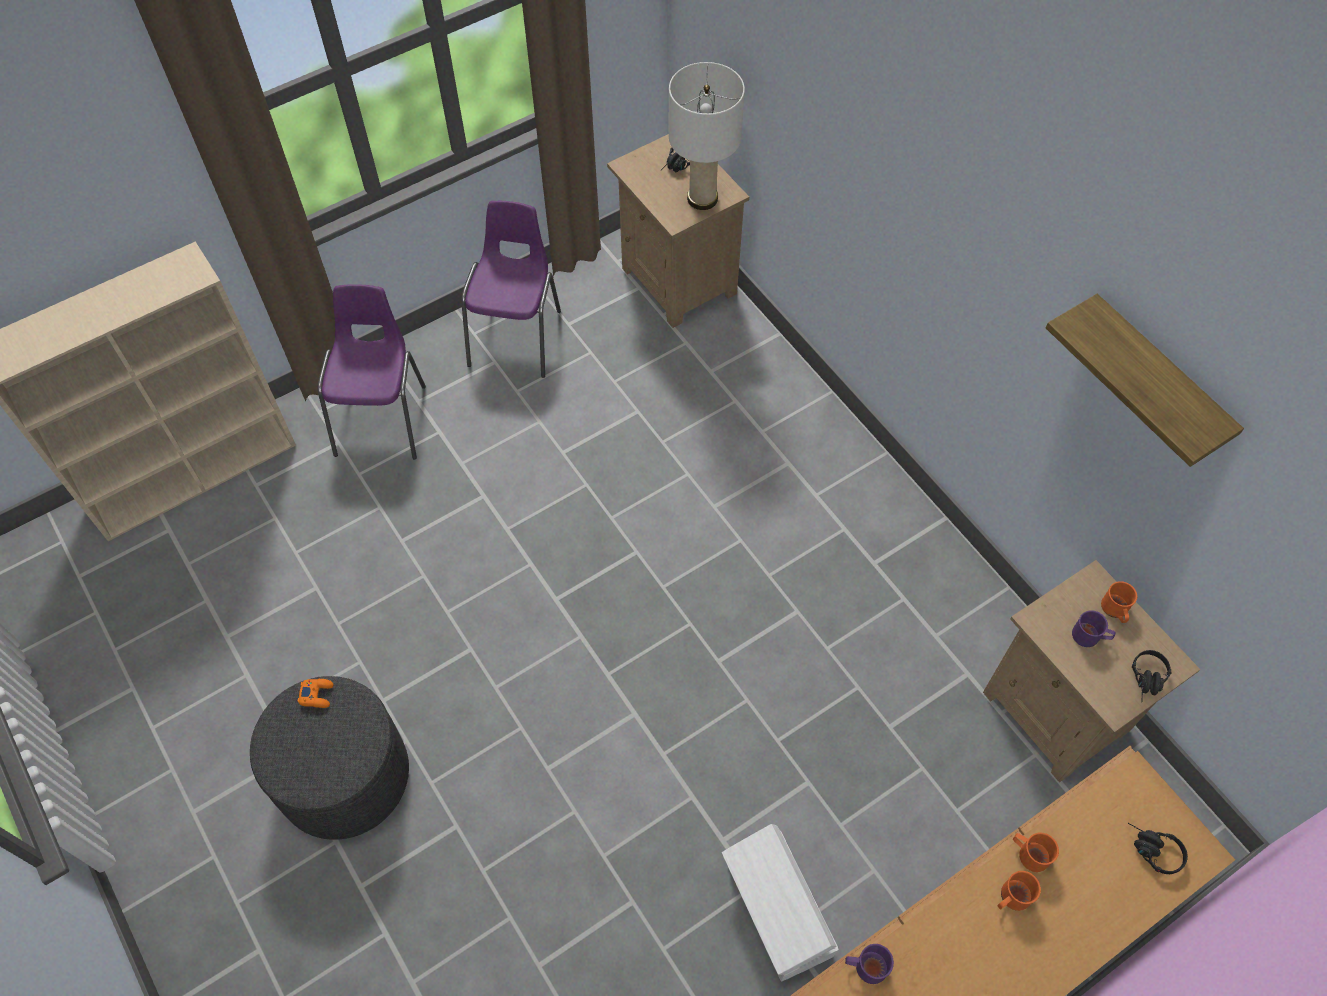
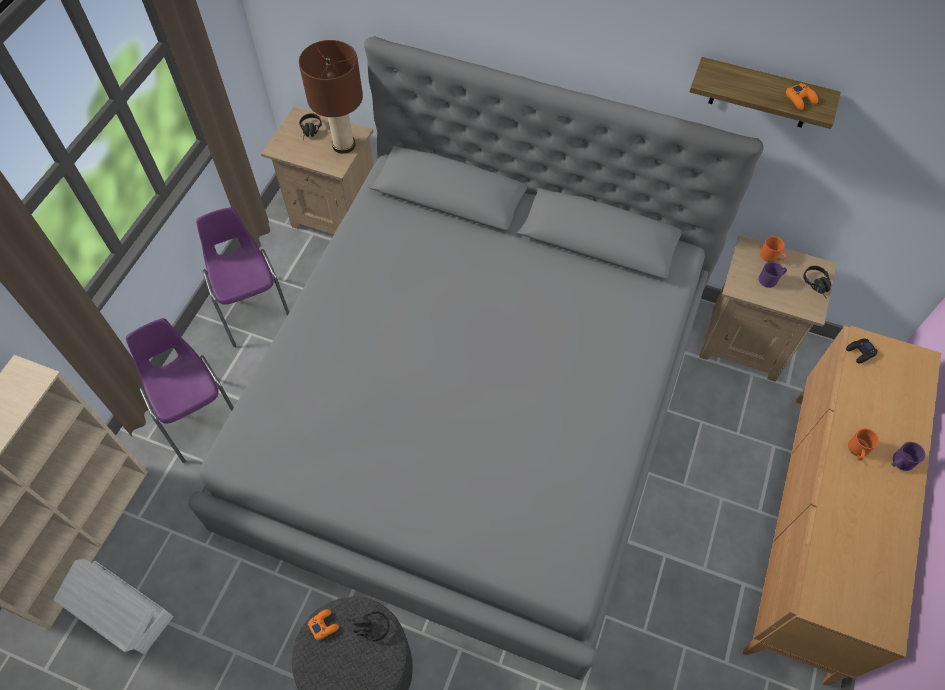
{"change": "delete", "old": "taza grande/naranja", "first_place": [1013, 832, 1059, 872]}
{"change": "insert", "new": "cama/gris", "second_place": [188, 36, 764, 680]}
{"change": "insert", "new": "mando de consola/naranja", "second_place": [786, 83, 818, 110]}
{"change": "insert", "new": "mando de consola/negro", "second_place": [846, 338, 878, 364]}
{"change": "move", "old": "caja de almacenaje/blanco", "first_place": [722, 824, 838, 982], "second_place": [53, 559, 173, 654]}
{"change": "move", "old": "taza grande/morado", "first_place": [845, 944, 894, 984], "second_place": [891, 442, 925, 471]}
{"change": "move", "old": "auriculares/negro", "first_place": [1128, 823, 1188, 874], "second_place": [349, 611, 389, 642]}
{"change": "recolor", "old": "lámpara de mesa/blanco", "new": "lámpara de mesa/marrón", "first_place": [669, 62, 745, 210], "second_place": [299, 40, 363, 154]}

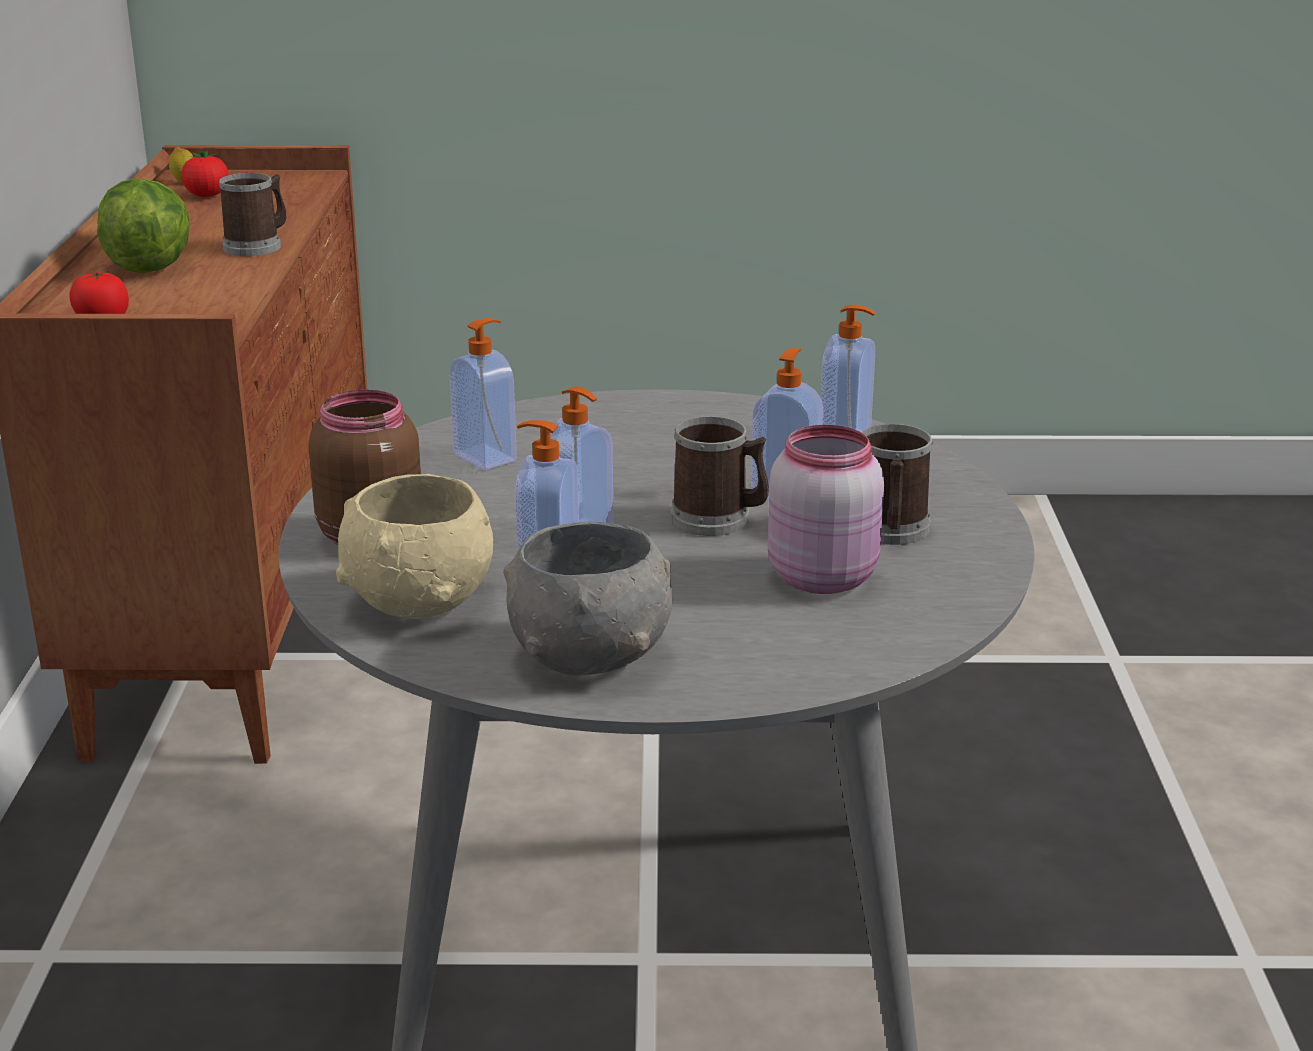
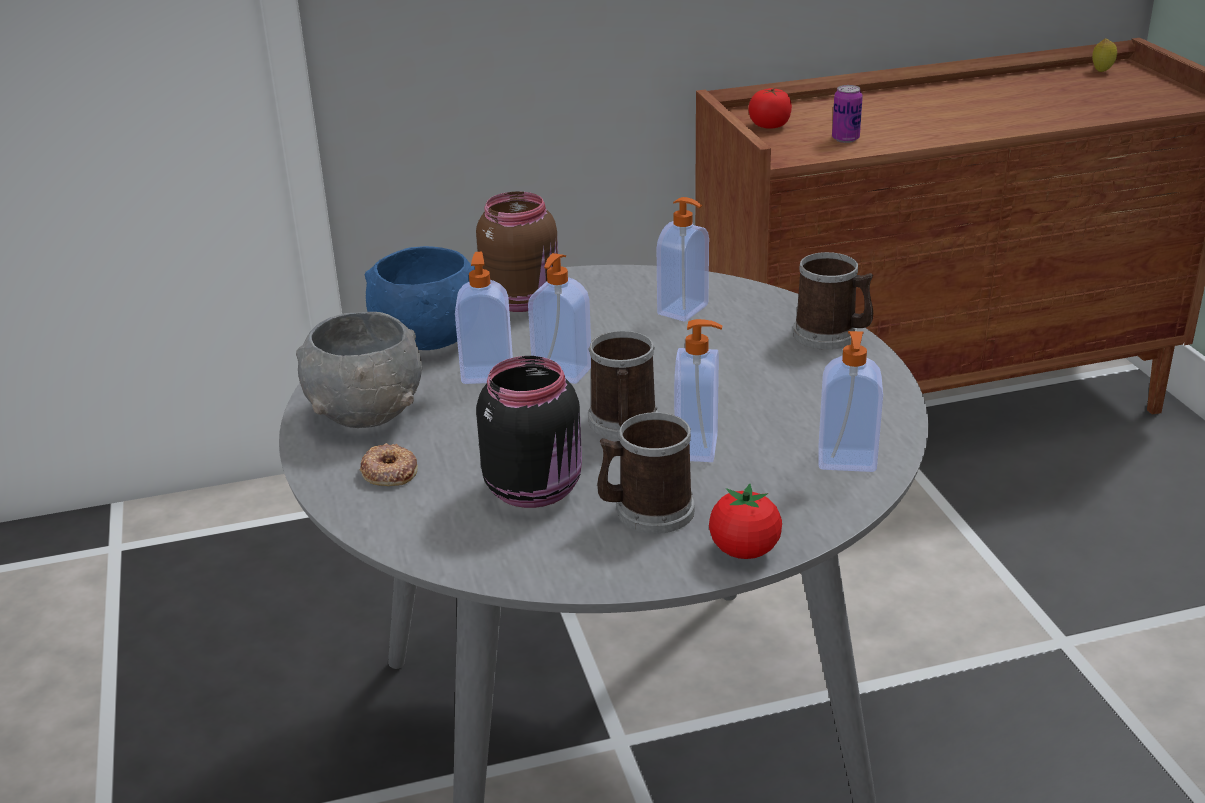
{"change": "delete", "old": "lechuga", "first_place": [97, 178, 190, 273]}
{"change": "insert", "new": "rosquilla", "second_place": [360, 443, 418, 486]}
{"change": "insert", "new": "lata", "second_place": [832, 85, 863, 143]}
{"change": "move", "old": "tomate", "first_place": [181, 151, 229, 197], "second_place": [709, 484, 782, 559]}
{"change": "move", "old": "taza grande", "first_place": [219, 173, 287, 256], "second_place": [793, 252, 873, 350]}
{"change": "recolor", "old": "cuenco/beis", "new": "cuenco/azul", "first_place": [336, 474, 493, 619], "second_place": [365, 246, 475, 350]}
{"change": "recolor", "old": "tarro/rosa", "new": "tarro/negro", "first_place": [768, 425, 884, 594], "second_place": [476, 356, 582, 508]}

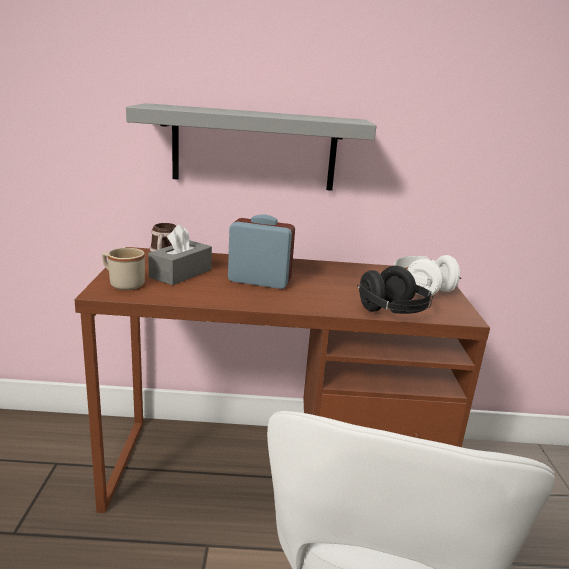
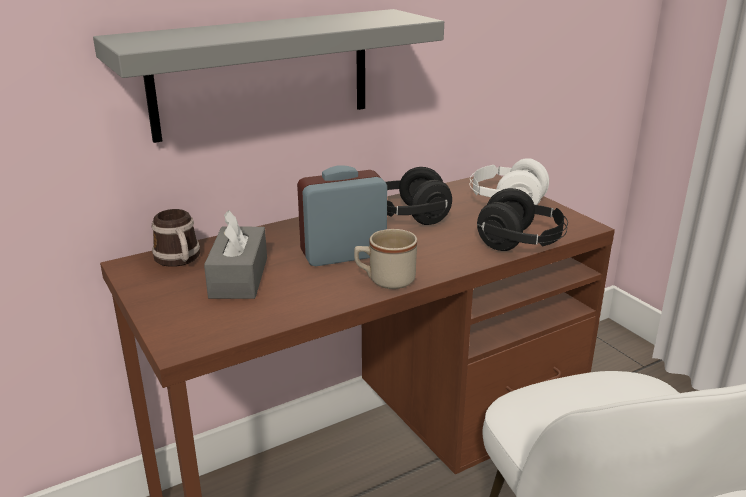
{"change": "insert", "new": "auriculares/negro", "second_place": [386, 167, 452, 225]}
{"change": "move", "old": "taza grande/beis", "first_place": [102, 248, 145, 290], "second_place": [354, 229, 417, 289]}

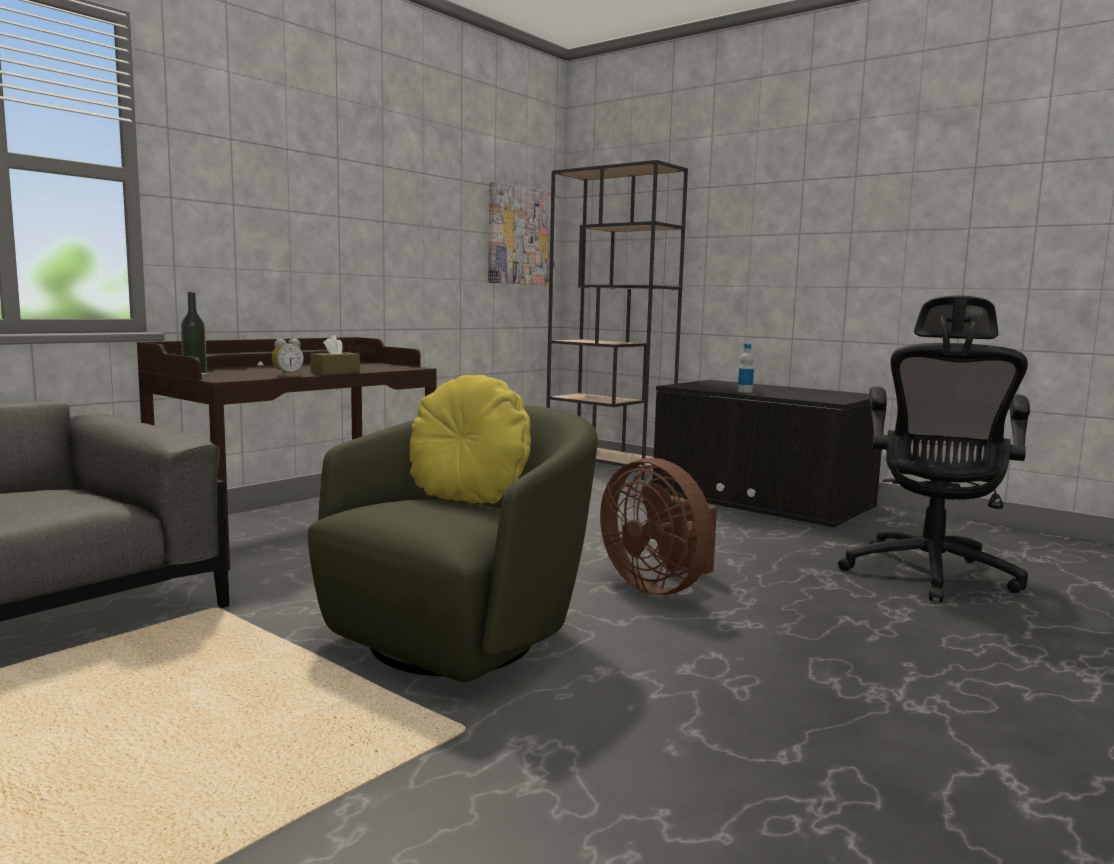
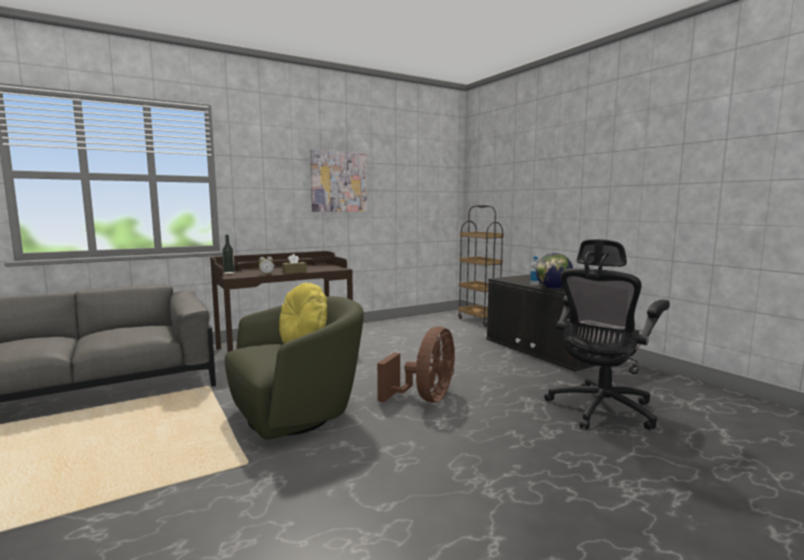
{"change": "insert", "new": "globo terráqueo", "second_place": [536, 253, 573, 289]}
{"change": "move", "old": "cuadro", "first_place": [488, 181, 556, 286], "second_place": [310, 149, 367, 212]}
{"change": "replace", "old": "estantería", "new": "carrito/marrón", "first_place": [546, 160, 688, 480], "second_place": [458, 205, 504, 327]}
{"change": "rotate", "old": "ventilador/marrón", "first_place": [600, 458, 717, 595], "second_place": [377, 327, 455, 402], "degrees": -135}

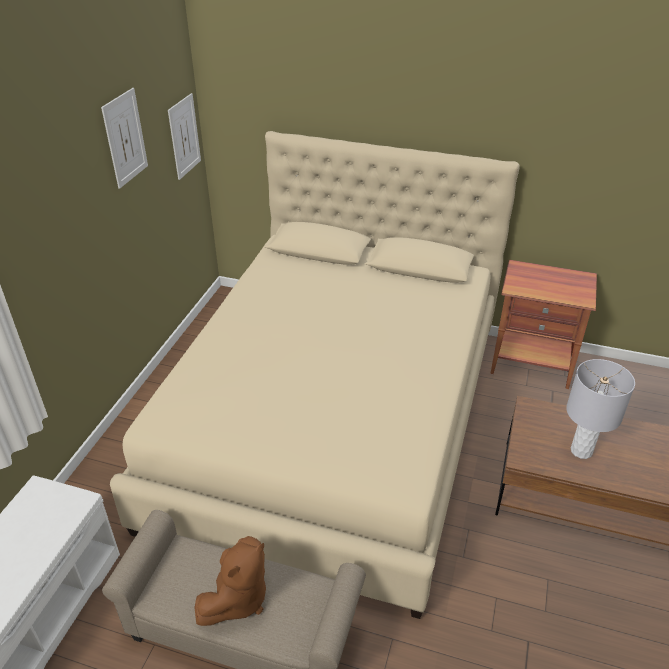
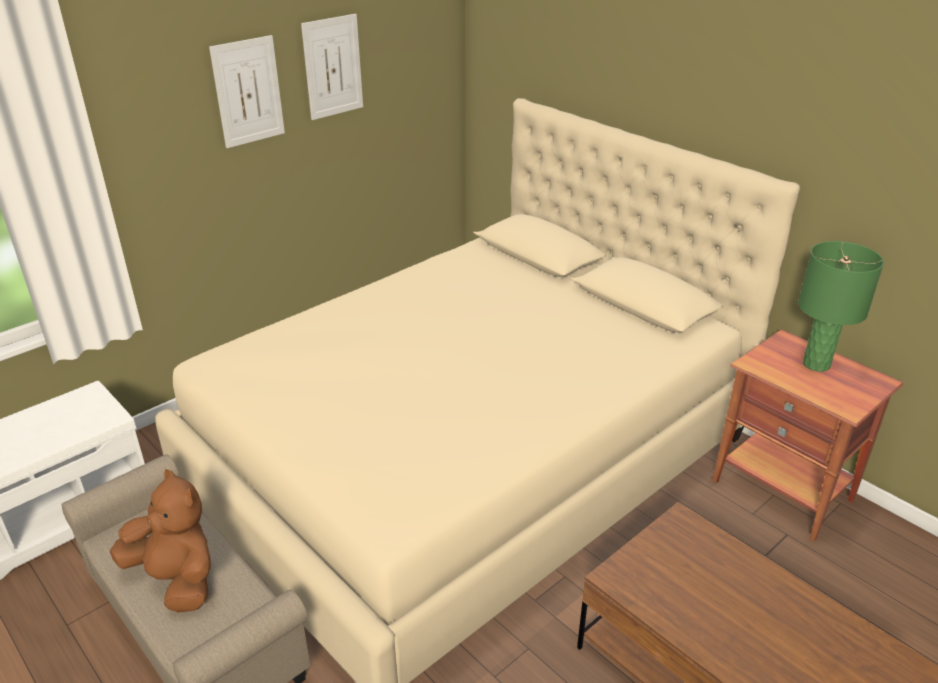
{"change": "delete", "old": "lámpara de mesa/gris", "first_place": [566, 359, 635, 459]}
{"change": "insert", "new": "lámpara de mesa/verde", "second_place": [798, 241, 884, 372]}
{"change": "move", "old": "cuadro", "first_place": [168, 93, 201, 180], "second_place": [209, 35, 285, 148]}
{"change": "rotate", "old": "peluche/marrón", "first_place": [194, 536, 266, 626], "second_place": [110, 469, 211, 613], "degrees": -120}

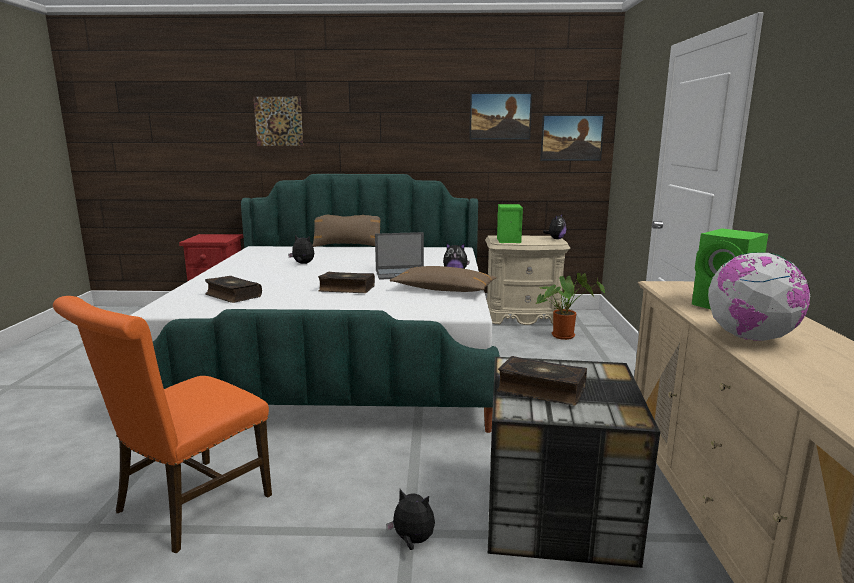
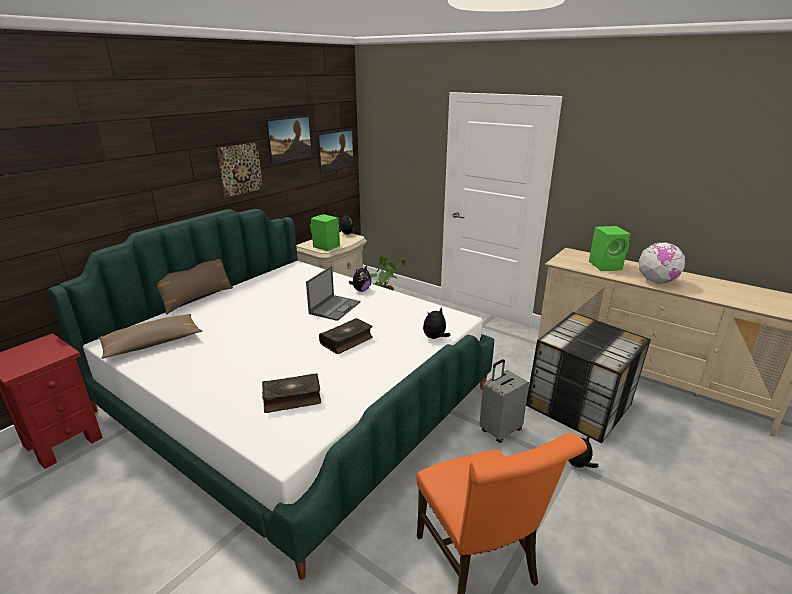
{"change": "delete", "old": "libro", "first_place": [497, 356, 587, 405]}
{"change": "insert", "new": "maleta/gris", "second_place": [479, 359, 529, 443]}
{"change": "move", "old": "cuadro", "first_place": [253, 97, 303, 146], "second_place": [217, 142, 263, 197]}
{"change": "move", "old": "peluche", "first_place": [288, 235, 314, 264], "second_place": [423, 307, 451, 339]}
{"change": "move", "old": "cojín/marrón", "first_place": [390, 266, 497, 292], "second_place": [98, 314, 202, 359]}

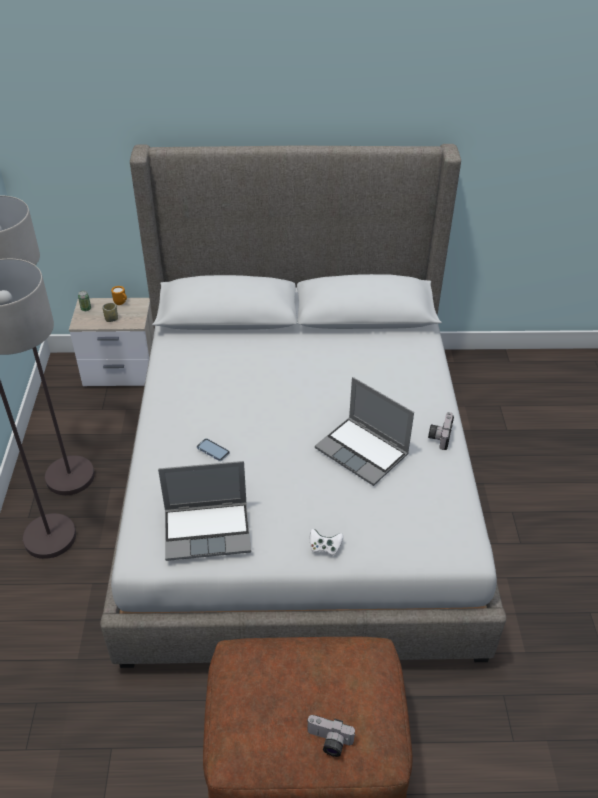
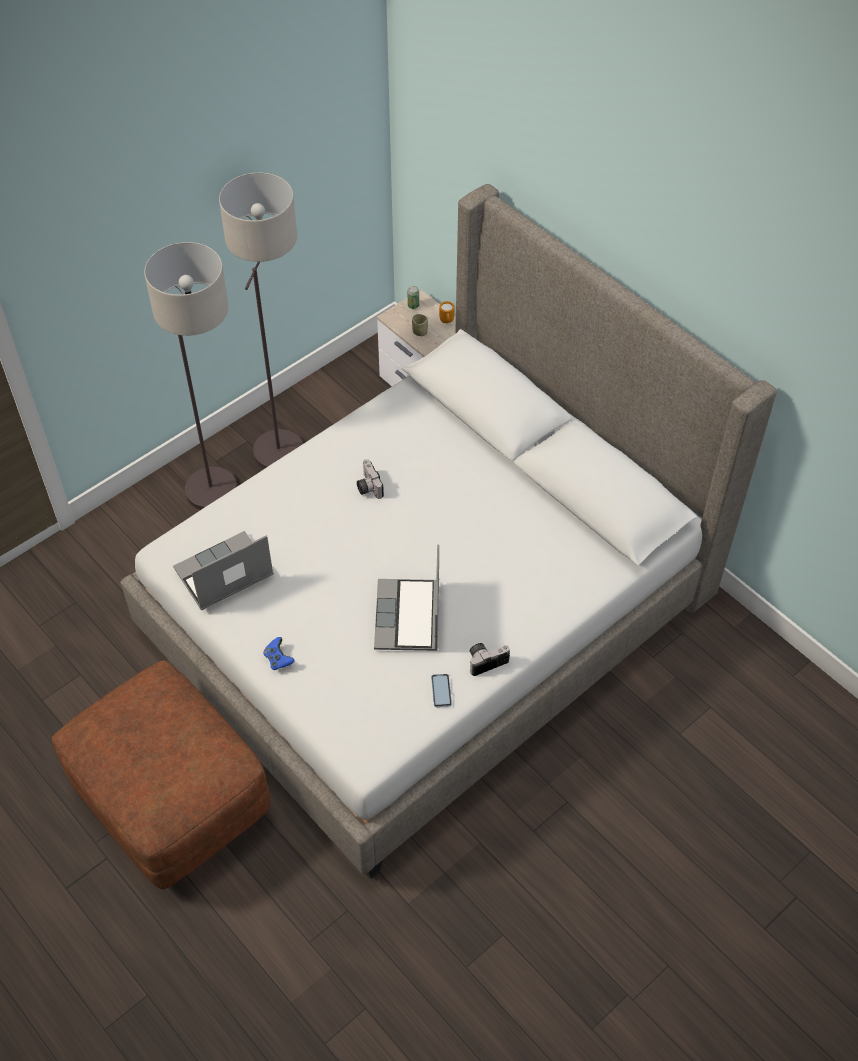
{"change": "move", "old": "móvil", "first_place": [197, 438, 230, 461], "second_place": [431, 674, 452, 707]}
{"change": "move", "old": "cámara", "first_place": [307, 715, 355, 757], "second_place": [357, 459, 384, 499]}
{"change": "recolor", "old": "mando de consola/blanco", "new": "mando de consola/azul", "first_place": [310, 529, 343, 556], "second_place": [263, 637, 295, 670]}
{"change": "rotate", "old": "portátil", "first_place": [158, 461, 251, 561], "second_place": [173, 531, 274, 610], "degrees": 105}

